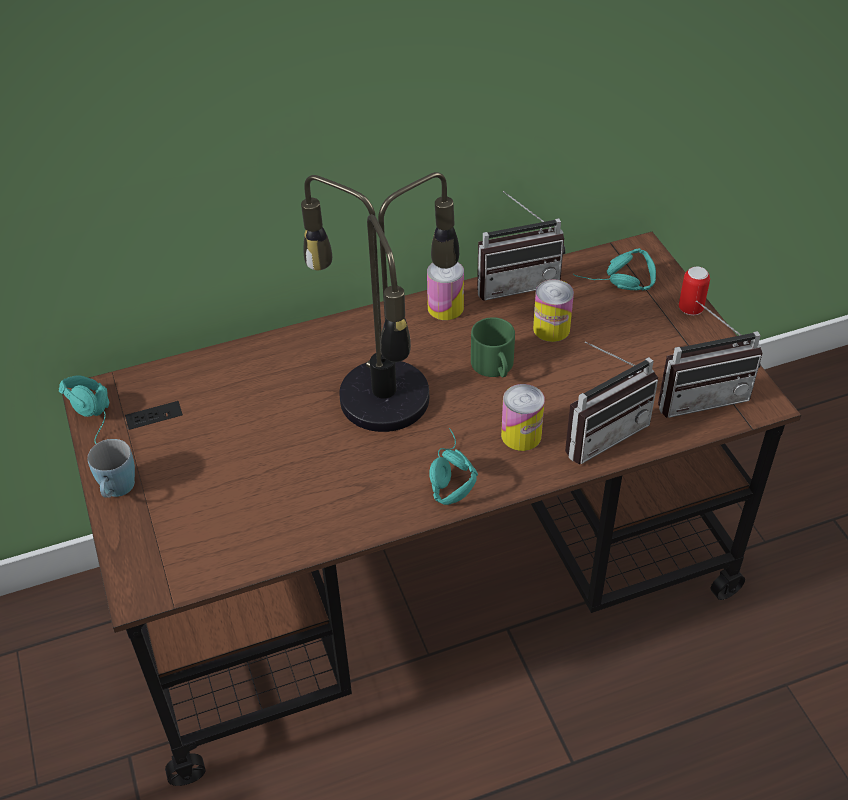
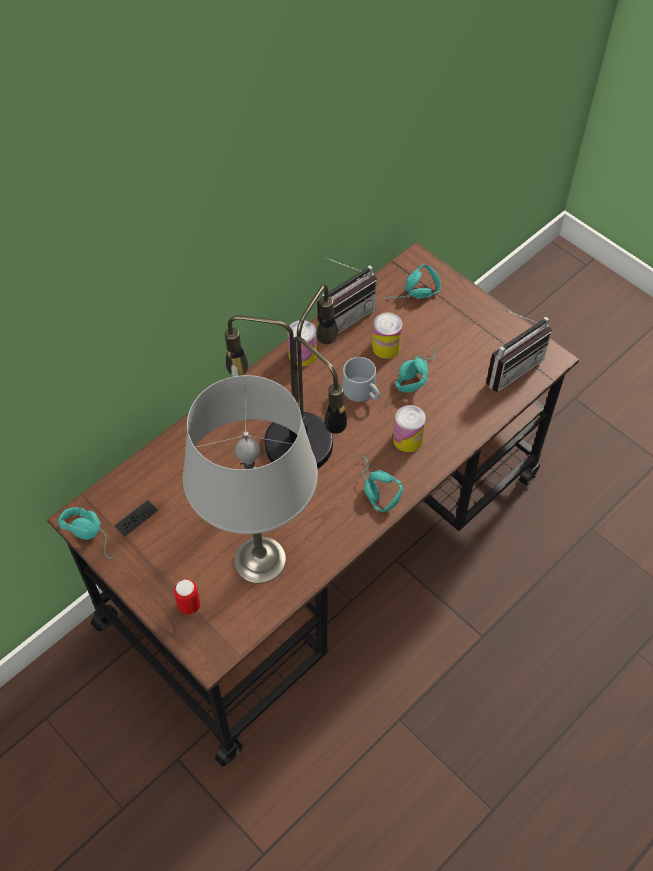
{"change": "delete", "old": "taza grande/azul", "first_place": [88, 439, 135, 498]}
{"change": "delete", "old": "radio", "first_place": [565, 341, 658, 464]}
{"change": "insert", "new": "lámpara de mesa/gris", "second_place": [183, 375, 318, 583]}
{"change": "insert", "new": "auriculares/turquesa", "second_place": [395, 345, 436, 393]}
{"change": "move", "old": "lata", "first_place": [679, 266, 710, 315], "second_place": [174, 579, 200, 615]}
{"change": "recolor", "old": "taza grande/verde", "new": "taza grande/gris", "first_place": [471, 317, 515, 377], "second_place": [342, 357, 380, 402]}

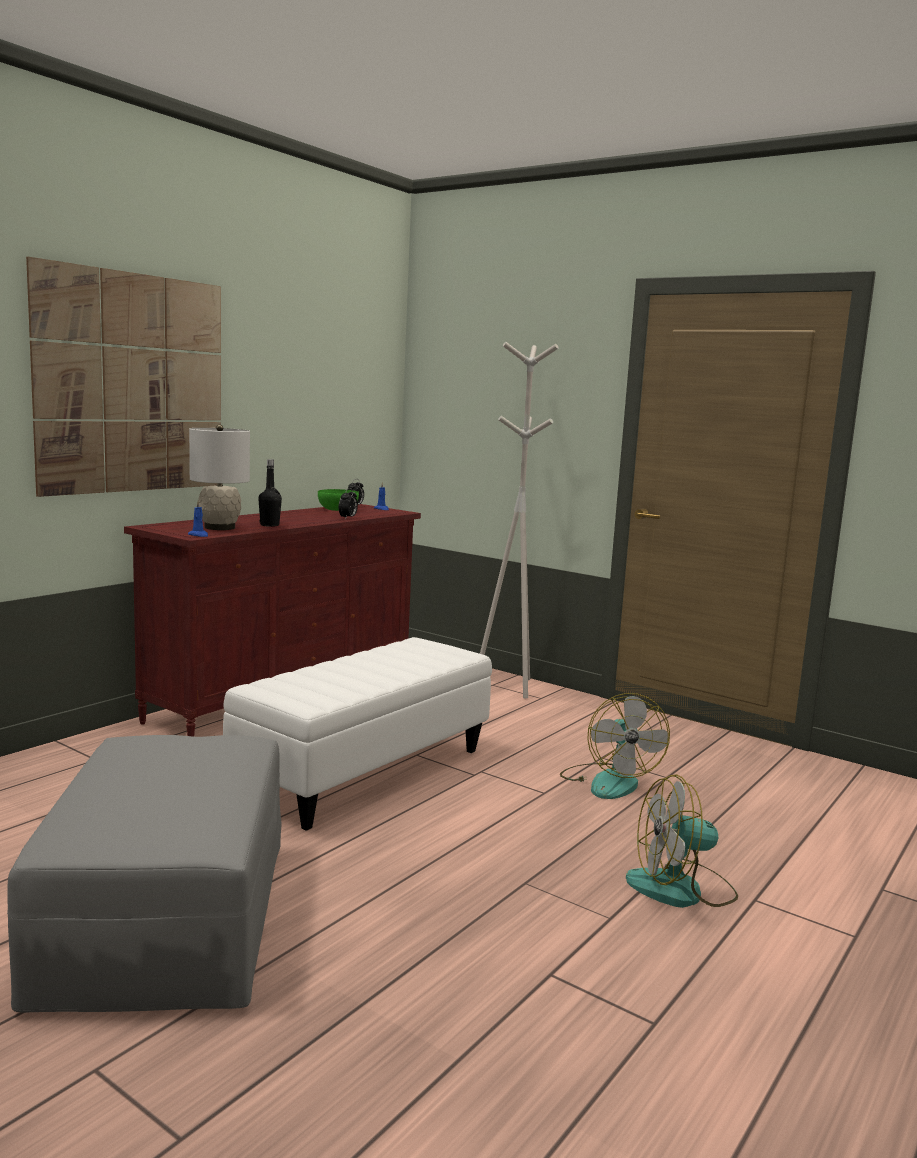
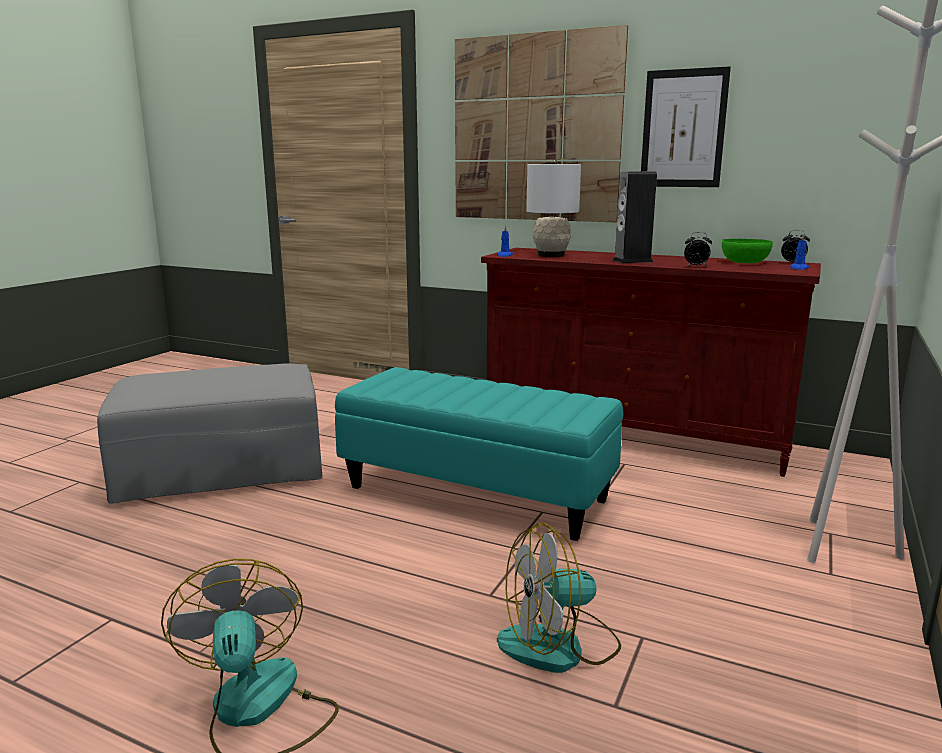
{"change": "delete", "old": "botella/negro", "first_place": [258, 459, 282, 527]}
{"change": "insert", "new": "altavoz", "second_place": [613, 171, 657, 263]}
{"change": "insert", "new": "cuadro", "second_place": [641, 66, 731, 187]}
{"change": "recolor", "old": "puf/blanco", "new": "puf/turquesa", "first_place": [223, 637, 492, 831], "second_place": [335, 367, 623, 541]}

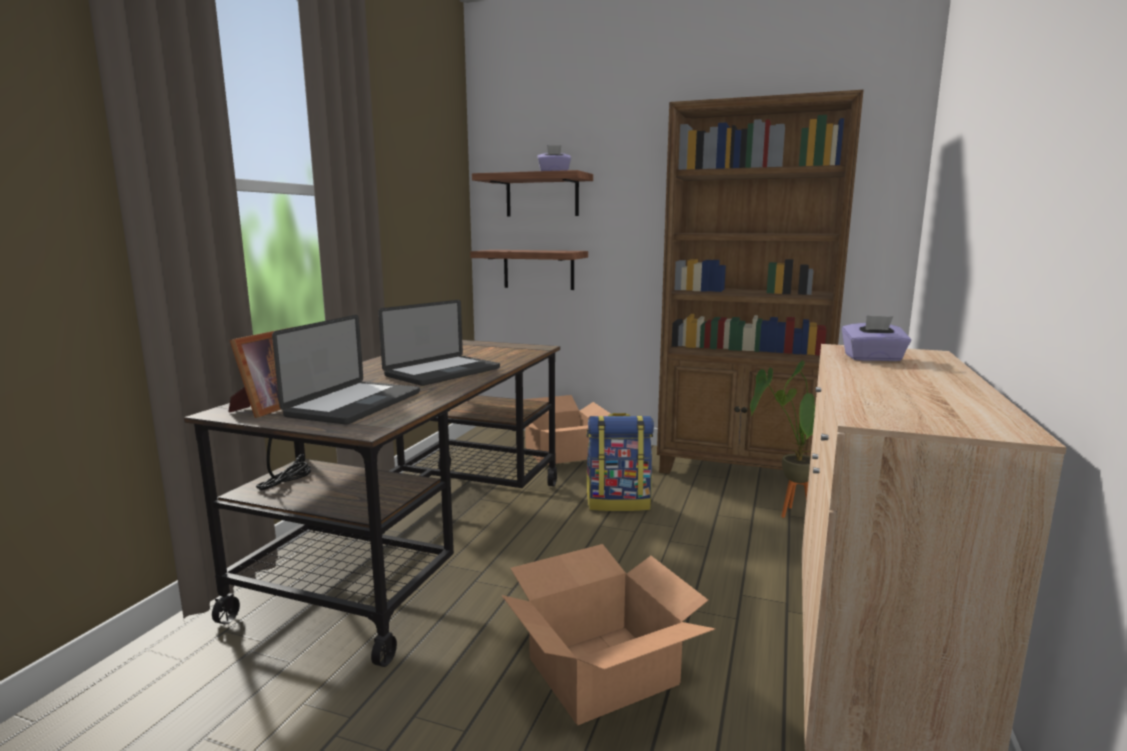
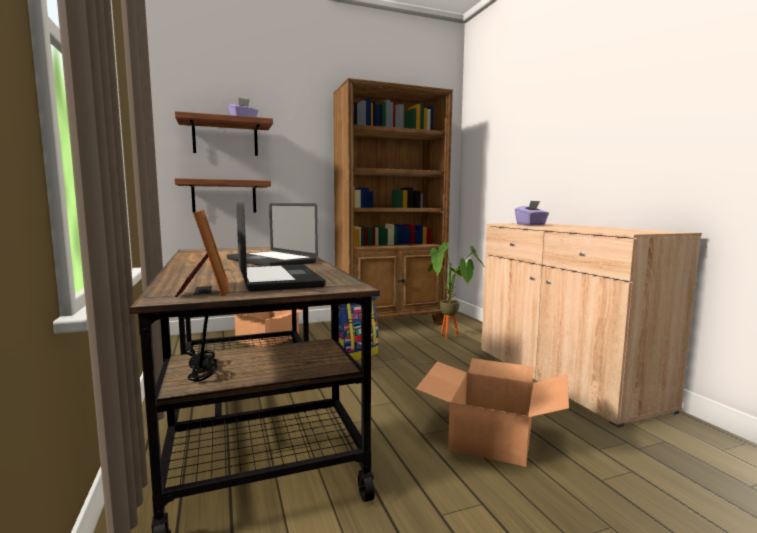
{"change": "rotate", "old": "portátil", "first_place": [378, 300, 500, 386], "second_place": [227, 203, 318, 266], "degrees": 135}

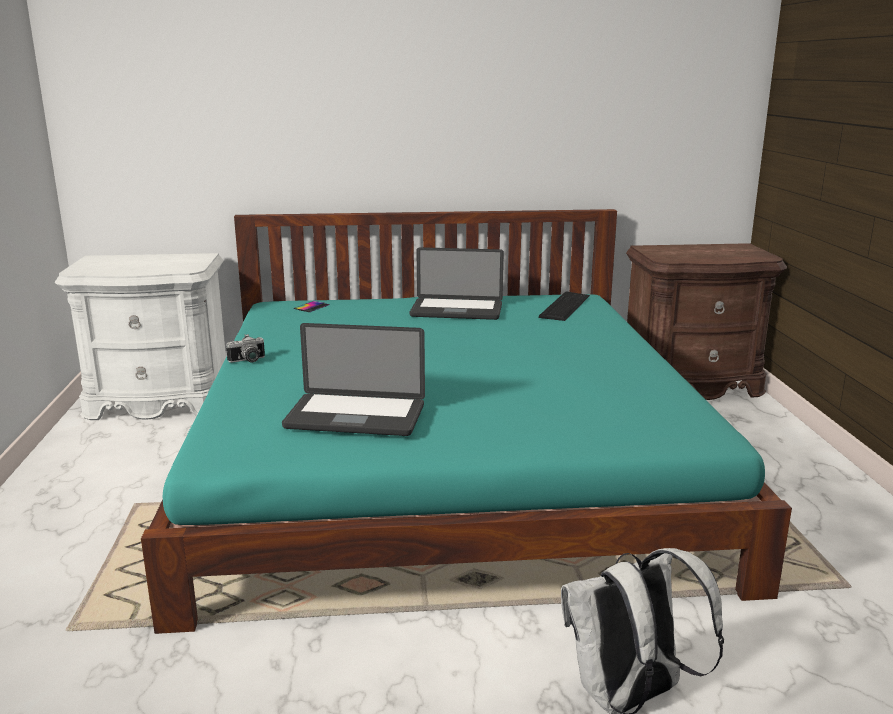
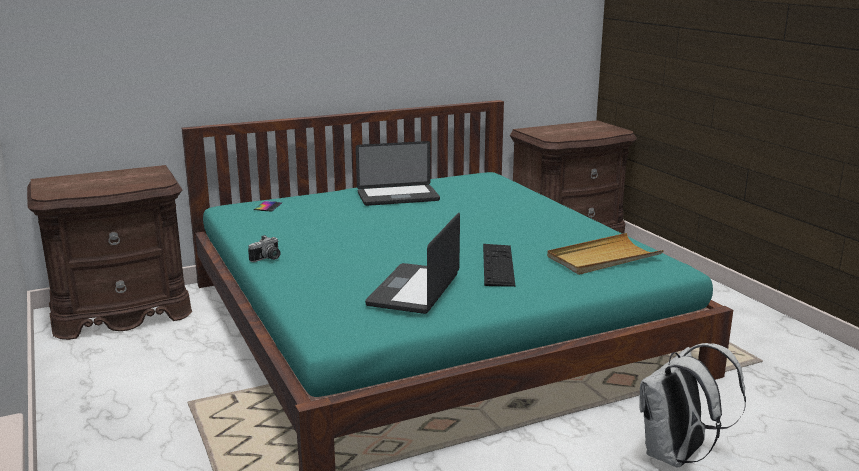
{"change": "insert", "new": "bandeja/beis", "second_place": [547, 233, 664, 275]}
{"change": "move", "old": "teclado", "first_place": [539, 291, 590, 321], "second_place": [483, 244, 515, 287]}
{"change": "recolor", "old": "mesita de noche/blanco", "new": "mesita de noche/marrón", "first_place": [54, 253, 226, 420], "second_place": [27, 165, 192, 340]}
{"change": "rotate", "old": "portátil", "first_place": [282, 323, 425, 436], "second_place": [365, 212, 460, 314], "degrees": 120}

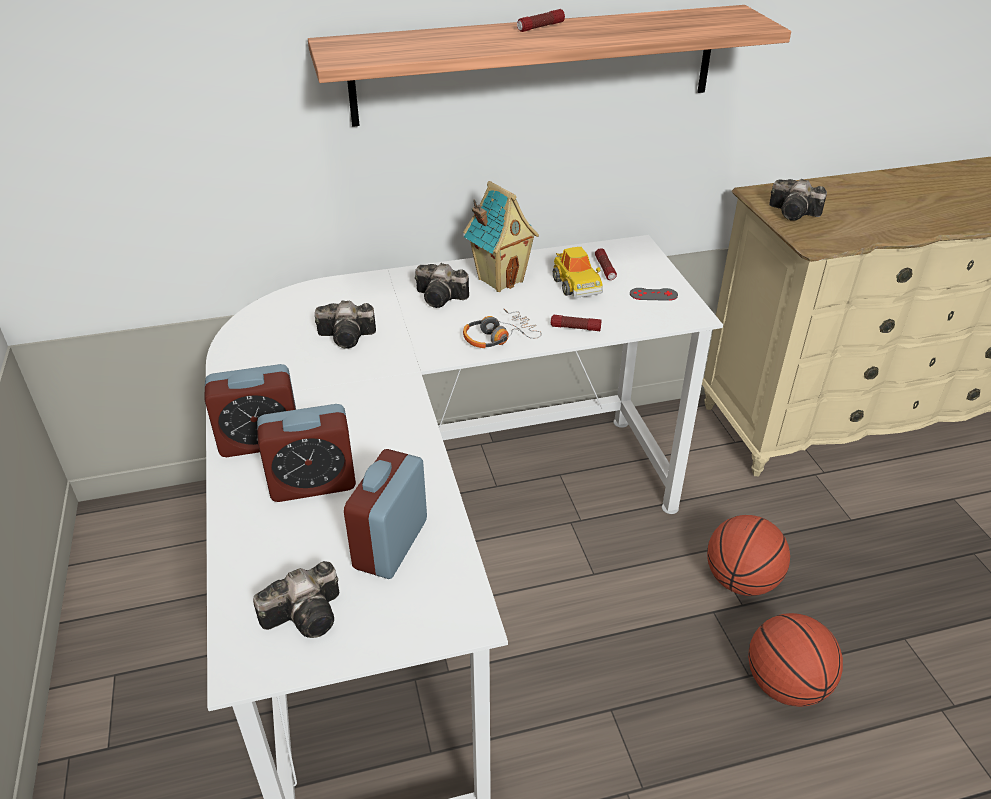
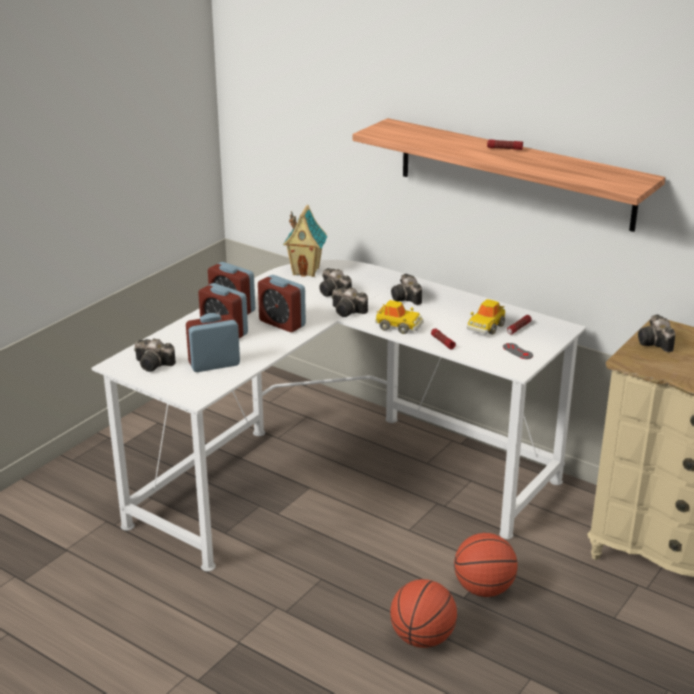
{"change": "insert", "new": "despertador", "second_place": [258, 275, 306, 332]}
{"change": "insert", "new": "cámara", "second_place": [332, 287, 368, 317]}
{"change": "move", "old": "casita", "first_place": [463, 181, 539, 292], "second_place": [283, 205, 327, 277]}
{"change": "replace", "old": "auriculares", "new": "coche de juguete", "first_place": [463, 309, 542, 348], "second_place": [375, 300, 423, 334]}

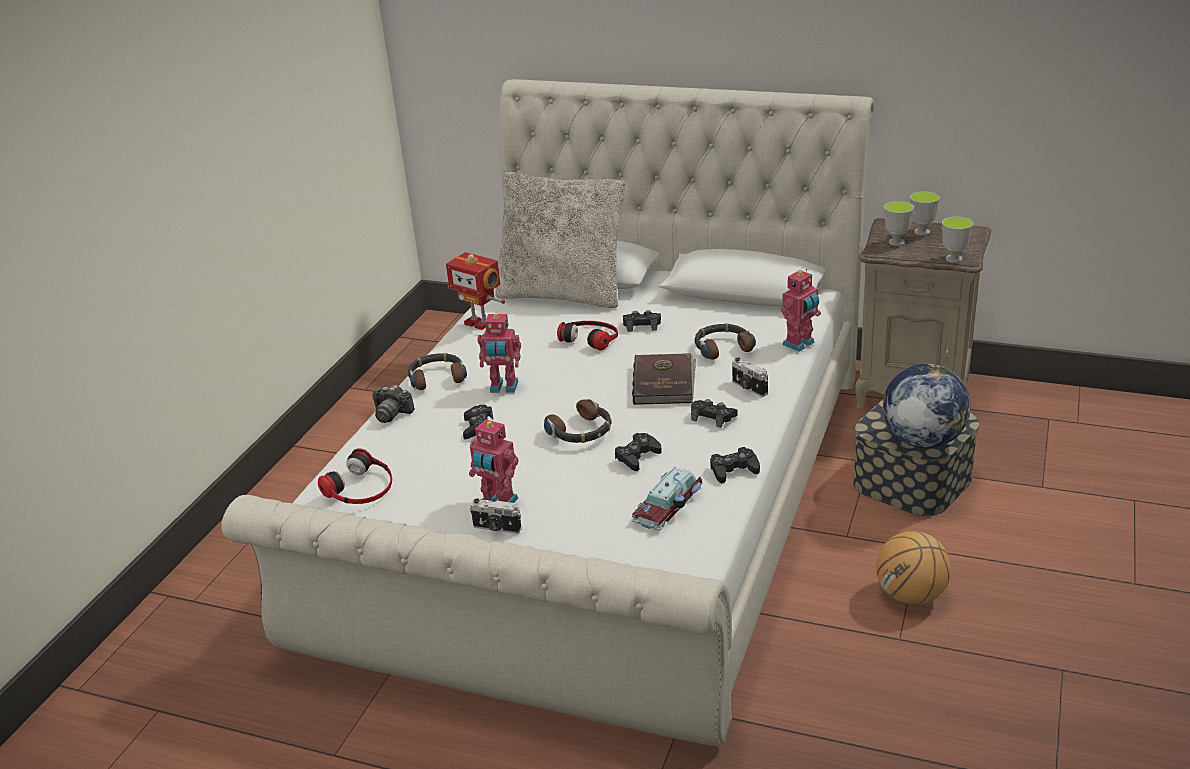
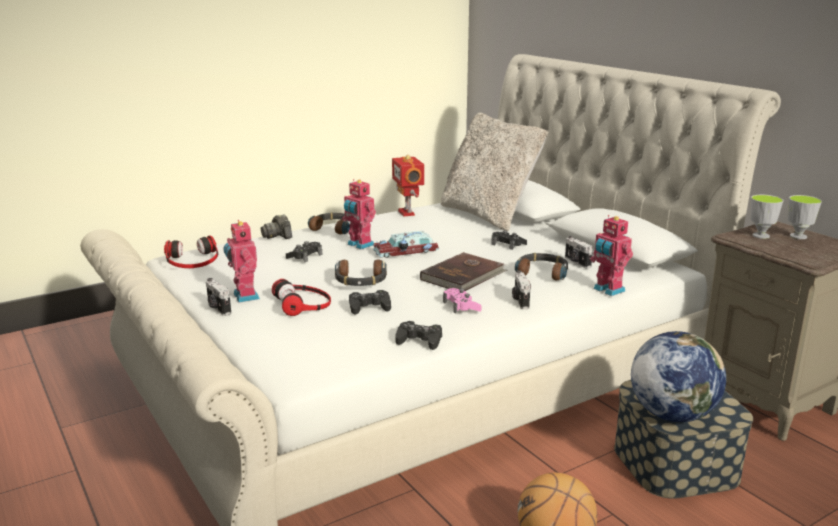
{"change": "delete", "old": "taza", "first_place": [942, 217, 973, 263]}
{"change": "insert", "new": "cámara", "second_place": [565, 236, 593, 268]}
{"change": "move", "old": "auriculares", "first_place": [557, 321, 618, 351], "second_place": [272, 279, 331, 316]}
{"change": "move", "old": "coche de juguete", "first_place": [632, 466, 702, 531], "second_place": [373, 231, 439, 258]}
{"change": "recolor", "old": "mando de consola/negro", "new": "mando de consola/rosa", "first_place": [691, 399, 737, 428], "second_place": [443, 288, 481, 314]}
{"change": "rotate", "old": "robot de juguete", "first_place": [781, 269, 821, 352], "second_place": [590, 215, 633, 296], "degrees": 60}

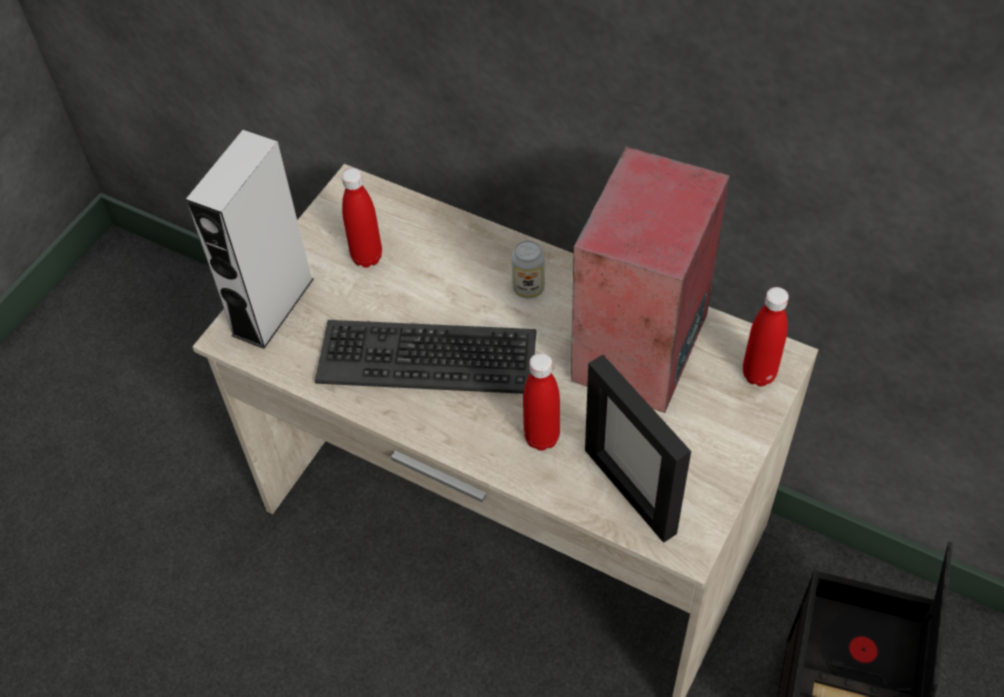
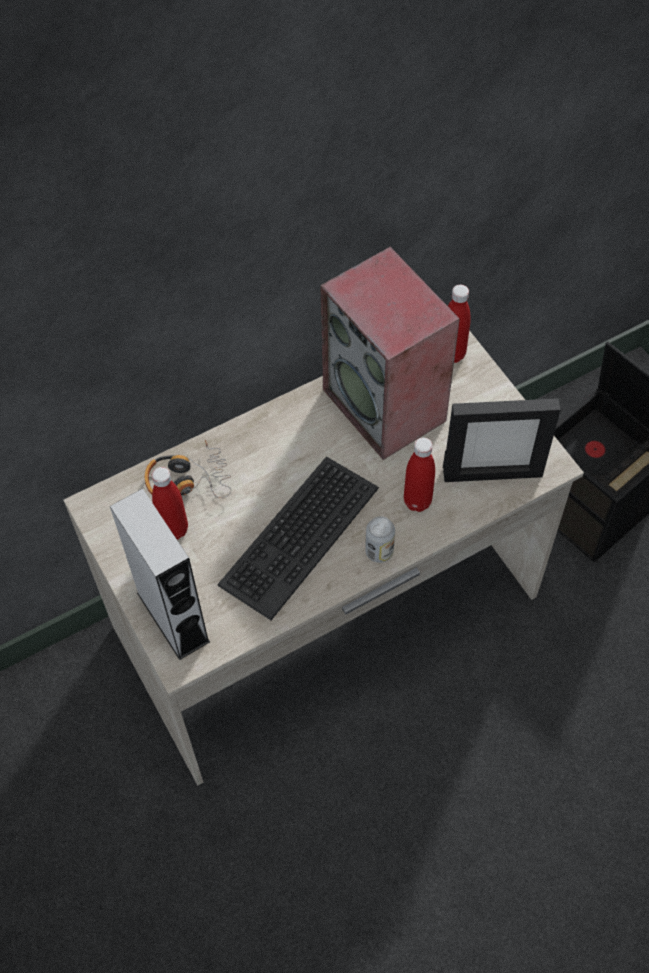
{"change": "insert", "new": "auriculares", "second_place": [145, 440, 231, 498]}
{"change": "move", "old": "lata", "first_place": [511, 240, 545, 299], "second_place": [365, 516, 395, 563]}

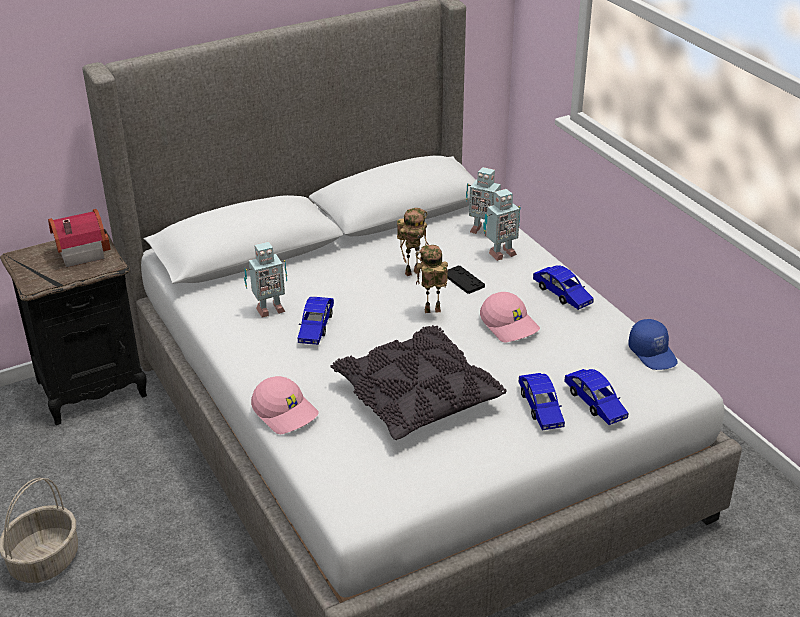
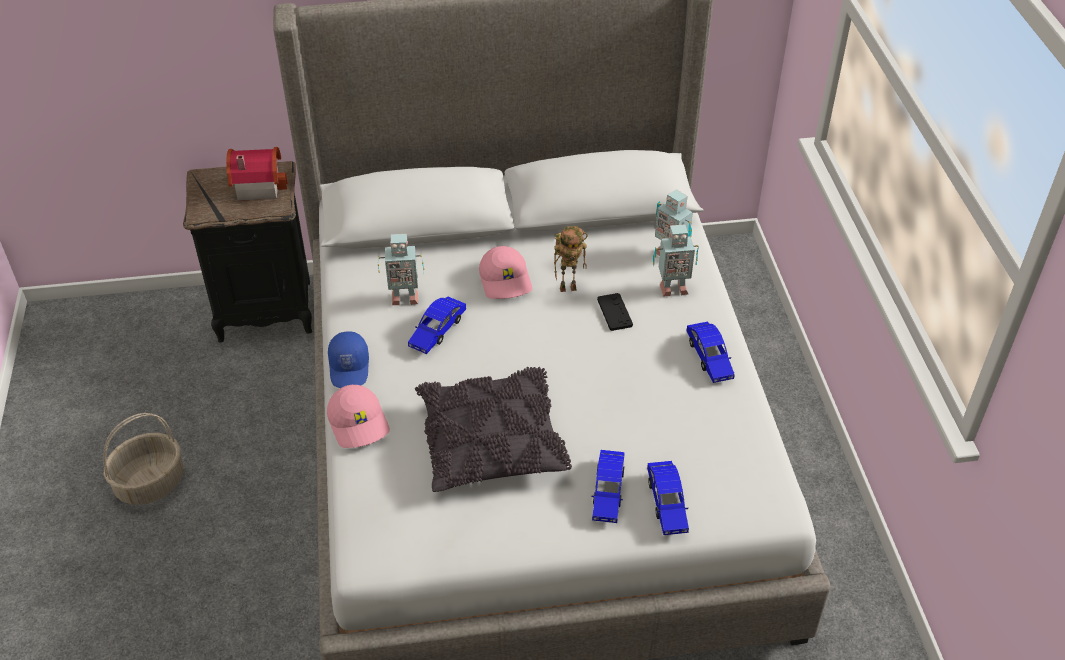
{"change": "delete", "old": "robot de juguete", "first_place": [416, 245, 448, 313]}
{"change": "move", "old": "gorra/rosa", "first_place": [480, 292, 540, 343], "second_place": [479, 246, 532, 299]}
{"change": "move", "old": "gorra/azul", "first_place": [628, 319, 678, 370], "second_place": [328, 331, 369, 388]}

